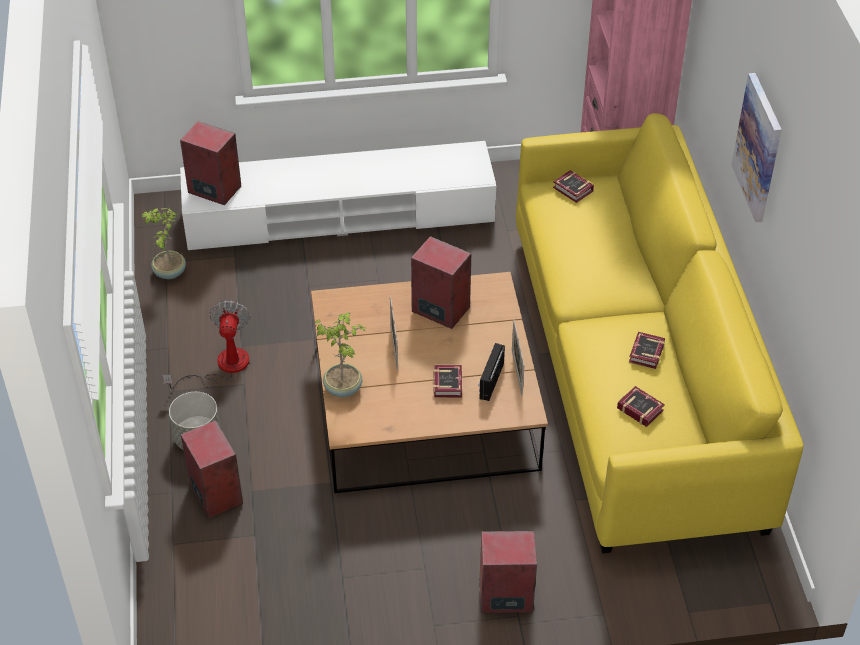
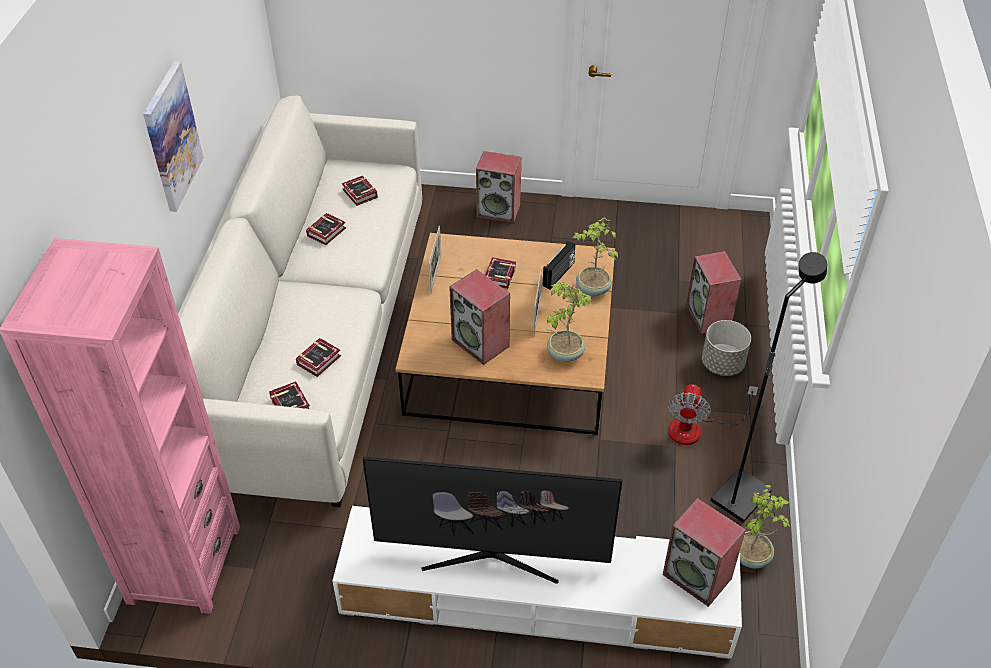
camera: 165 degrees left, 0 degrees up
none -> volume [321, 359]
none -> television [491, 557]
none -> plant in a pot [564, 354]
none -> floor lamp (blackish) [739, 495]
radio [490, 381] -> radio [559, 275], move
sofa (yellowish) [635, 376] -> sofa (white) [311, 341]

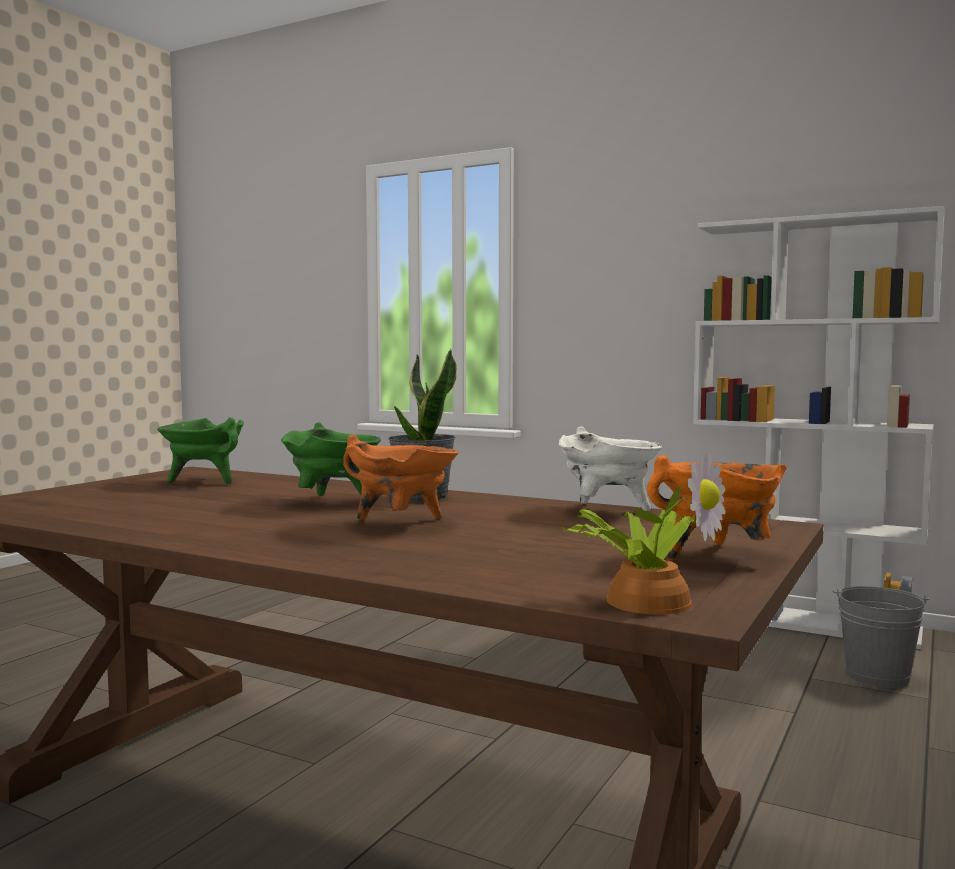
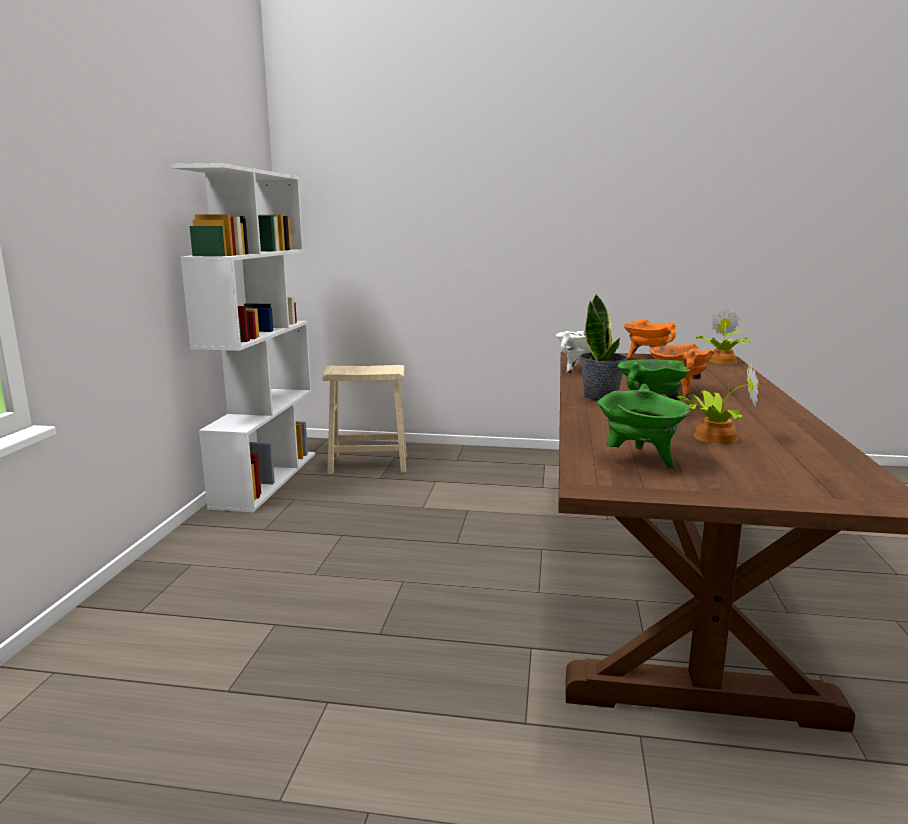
camera: 110 degrees left, 10 degrees up
none -> plant in a pot [712, 437]
bucket (gray) [877, 676] -> stool (beige) [368, 464]

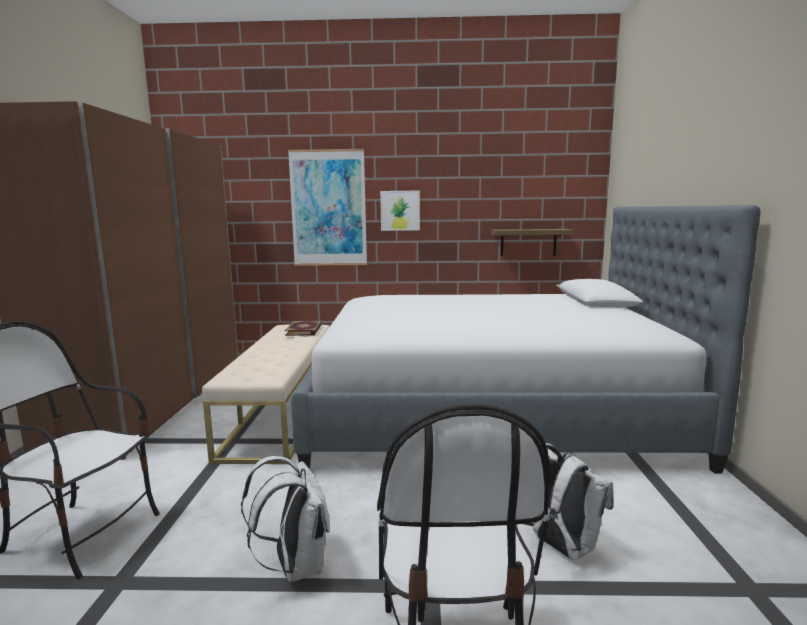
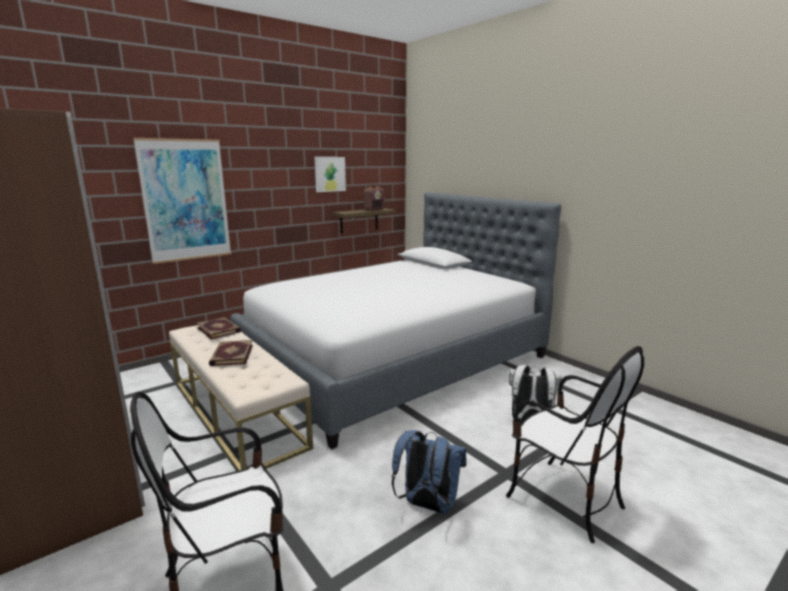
camera: 40 degrees left, 5 degrees up
none -> volume [231, 355]
none -> radio [374, 209]
picture [400, 210] -> picture [330, 174], move
backpack (white) [295, 565] -> backpack (bluish) [427, 505]

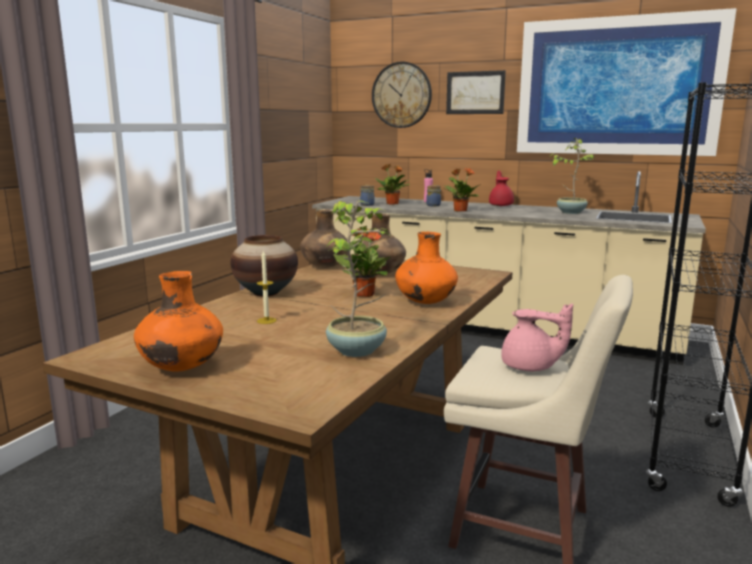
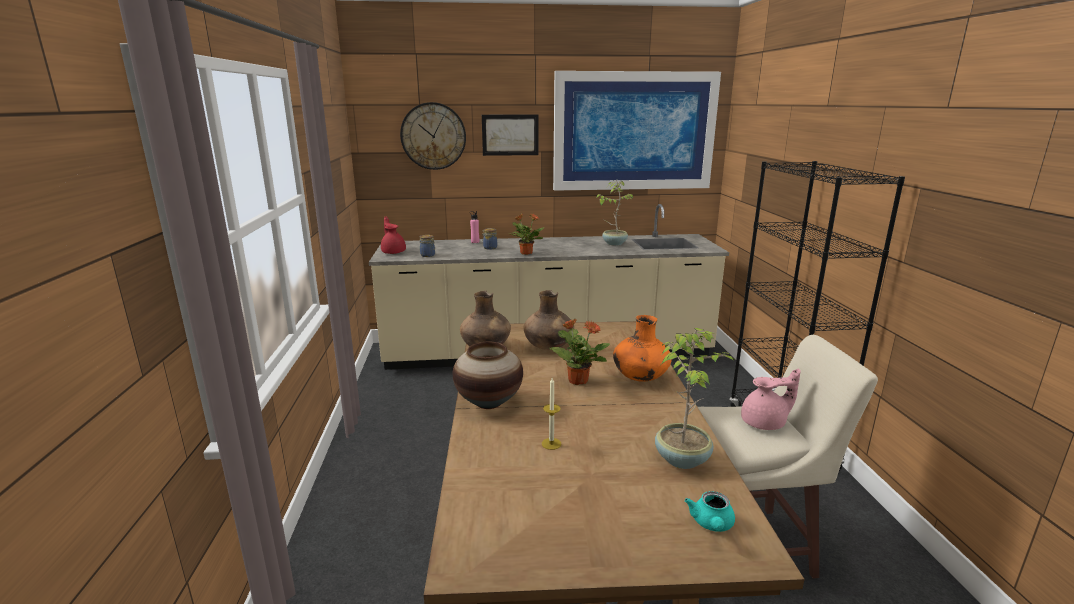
camera: 30 degrees left, 5 degrees up
flower vase (orange-coloured) [182, 368] -> none
plant in a pot [392, 204] -> none
none -> tea pot (turquoise-coloured) [711, 524]
tea pot (red) [501, 205] -> tea pot (red) [393, 252], move

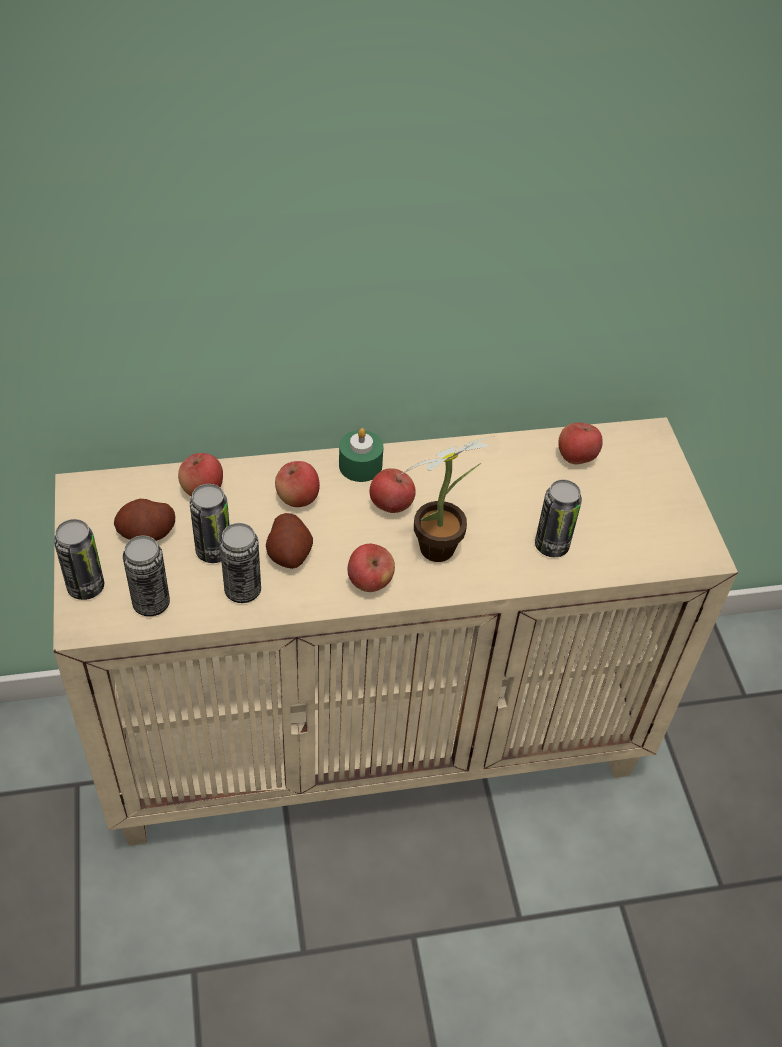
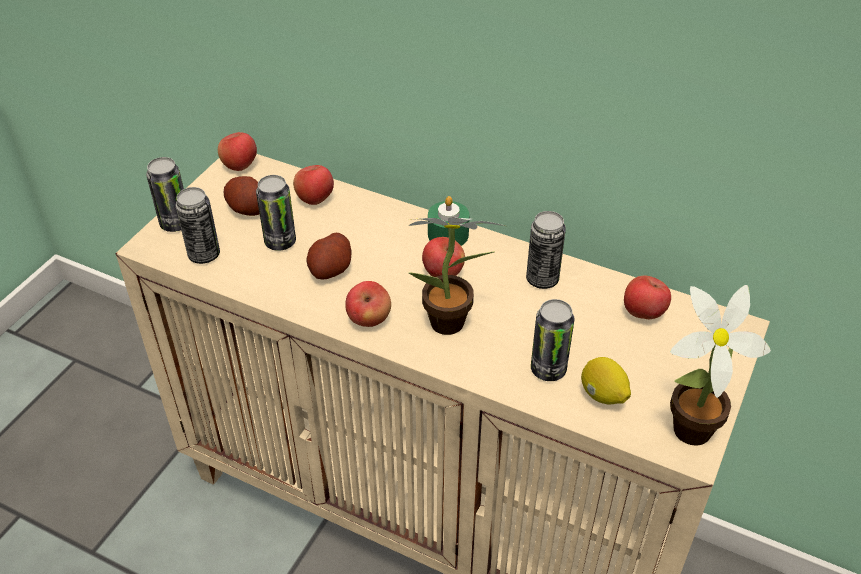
camera: 40 degrees right, 5 degrees down
none -> lemon [602, 395]
none -> plant in a pot [685, 431]
sealed can [242, 590] -> sealed can [542, 279], move
whole apple [297, 498] -> whole apple [240, 165], move

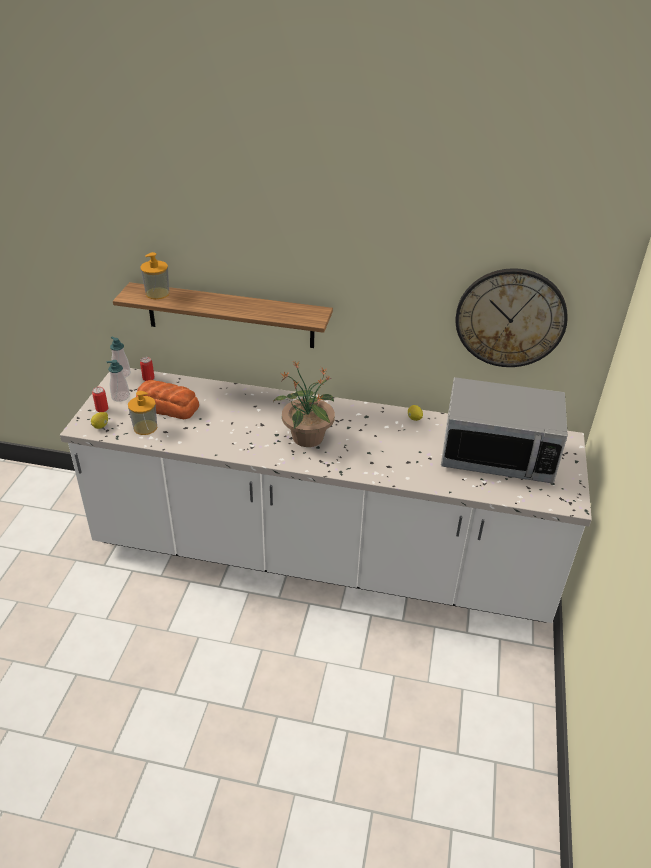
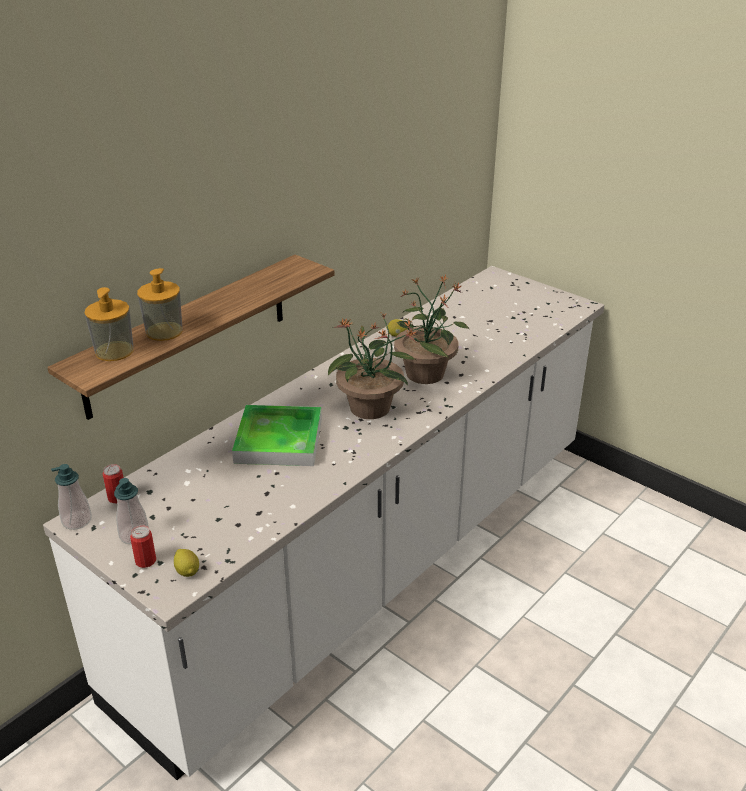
camera: 60 degrees left, 5 degrees down
baked bread [167, 406] -> none
kitchen microwave [497, 454] -> none
hanging clock [510, 318] -> none
none -> carrying tray [279, 440]
none -> plant in a pot [425, 373]
liquid soap bottle [145, 427] -> liquid soap bottle [164, 331], move

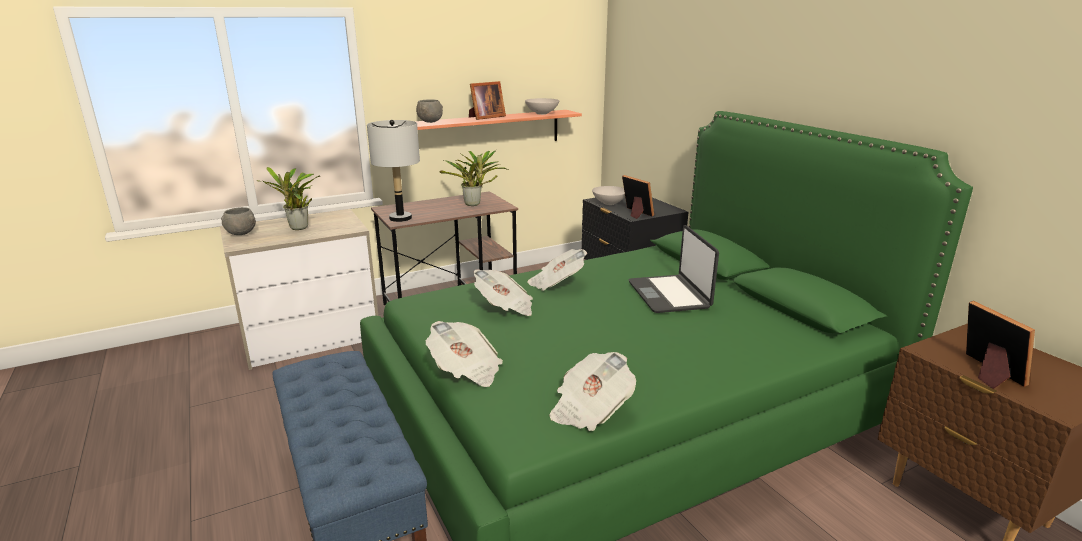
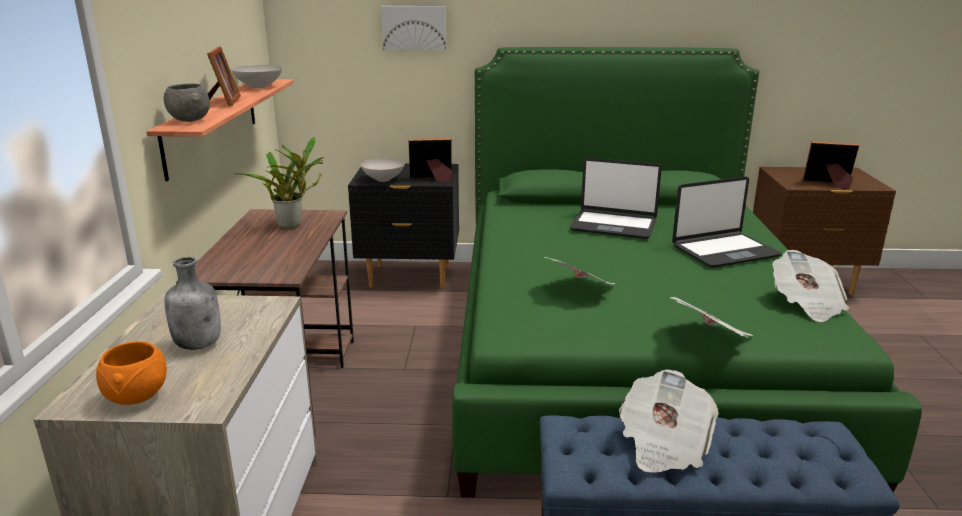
camera: 60 degrees left, 0 degrees up
lamp for a table (gray) [400, 218] -> none
none -> picture [414, 27]
none -> notebook computer [724, 251]
daily paper [556, 283] -> daily paper [663, 444], move
plant in a pot [298, 229] -> bottle (gray) [199, 344]
deep dish (gray) [242, 234] -> deep dish (orange-coloured) [138, 398]

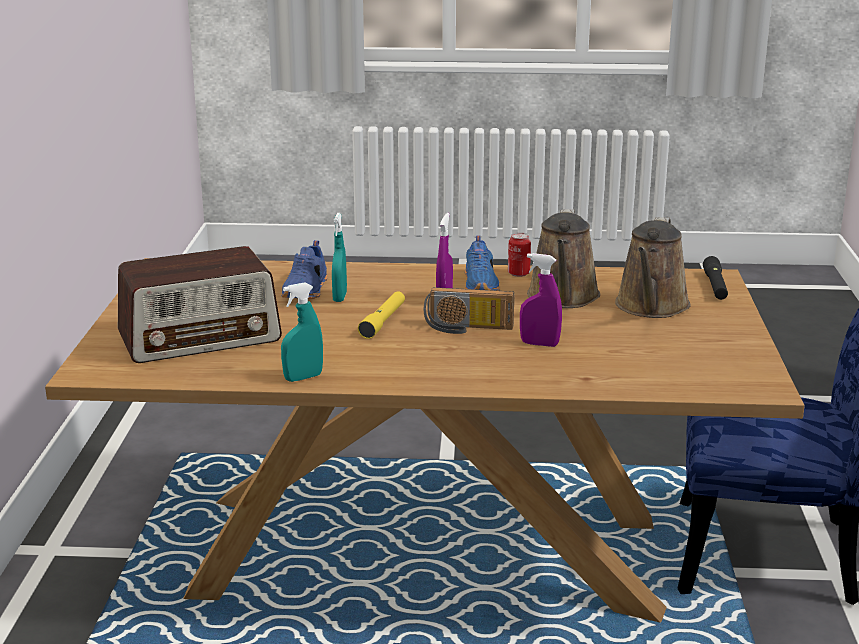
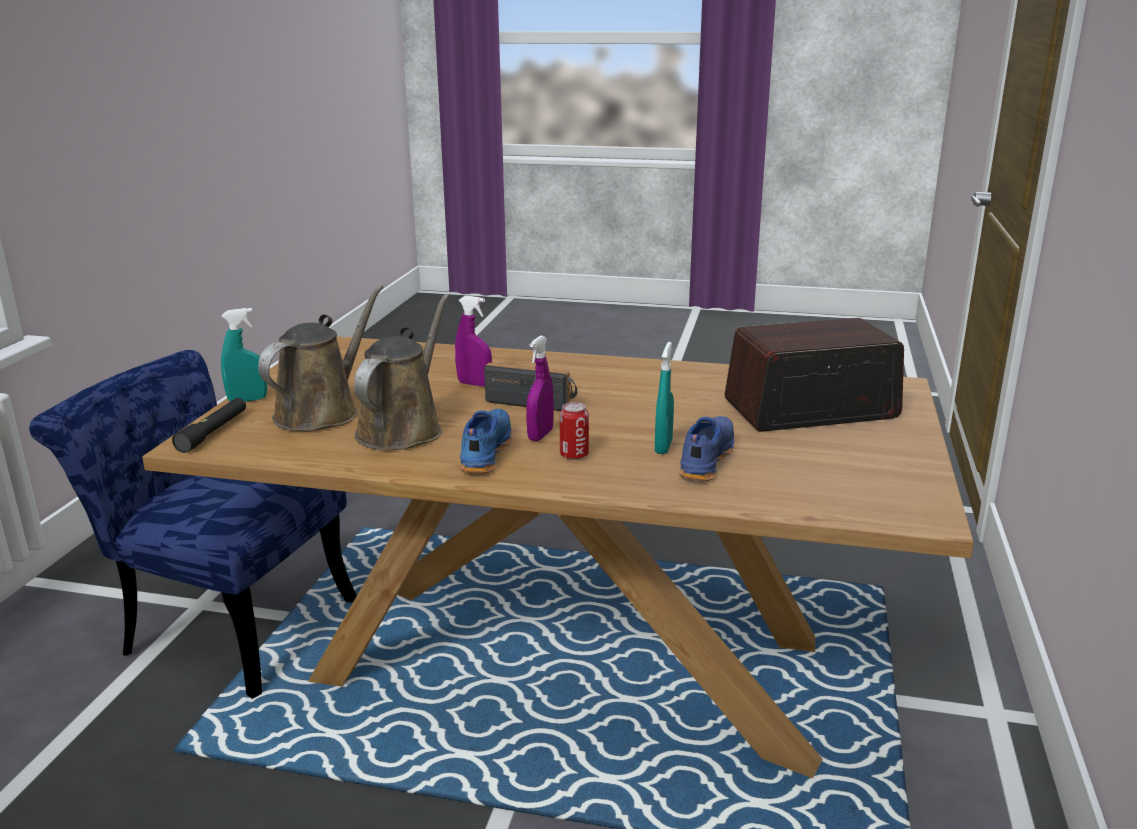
camera: 170 degrees left, 0 degrees up
flashlight (yellowish) [383, 321] -> none
sprayer (turquoise-coloured) [303, 377] -> sprayer (turquoise-coloured) [248, 400], move
sealed can [518, 273] -> sealed can [574, 455], move

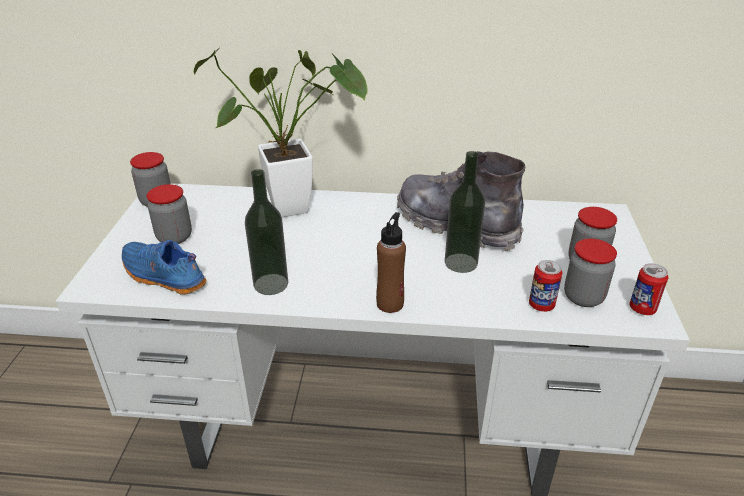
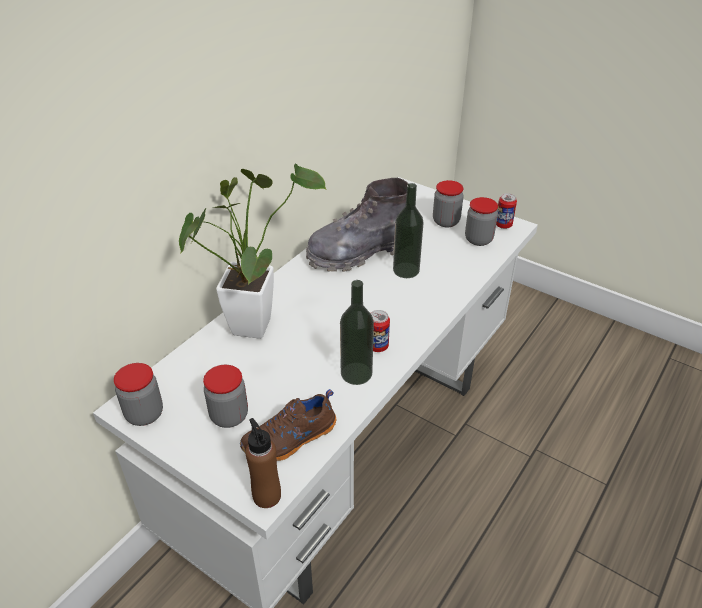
camera: 60 degrees left, 5 degrees up
bottle (brown-coloured) [390, 303] -> bottle (brown-coloured) [267, 495], move
sealed can [541, 305] -> sealed can [377, 346], move
low shoe (bluish) [162, 277] -> low shoe (brown-coloured) [291, 439]

